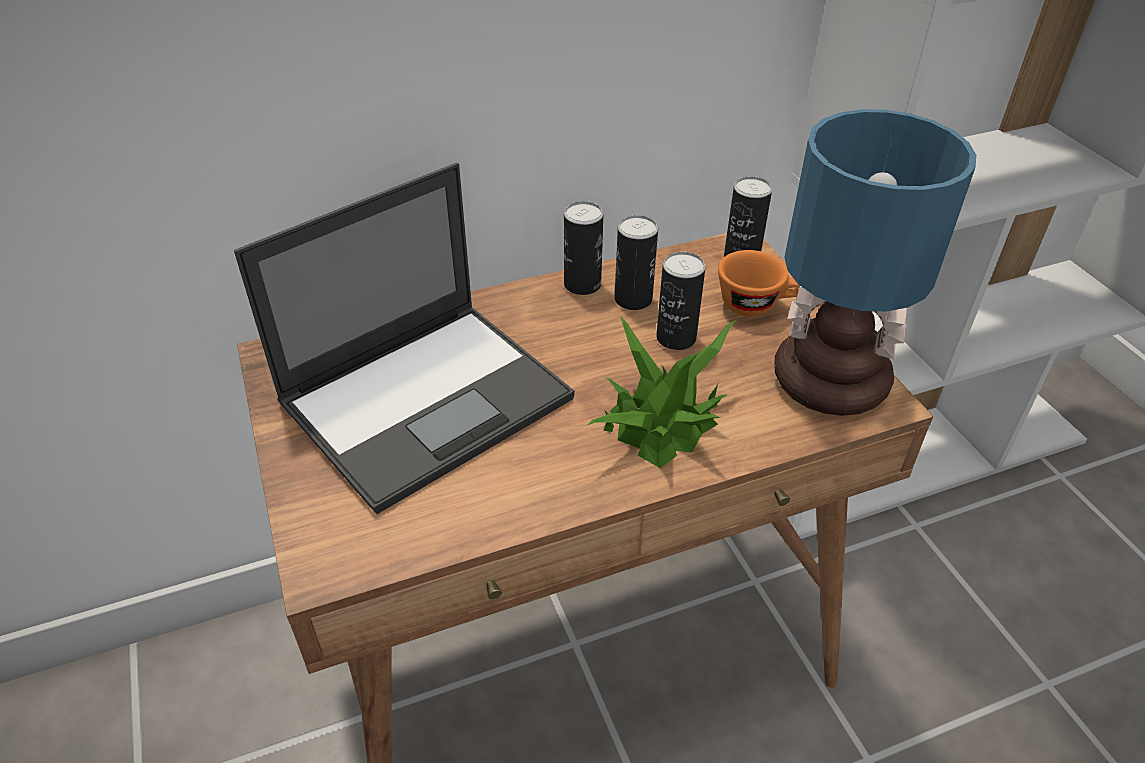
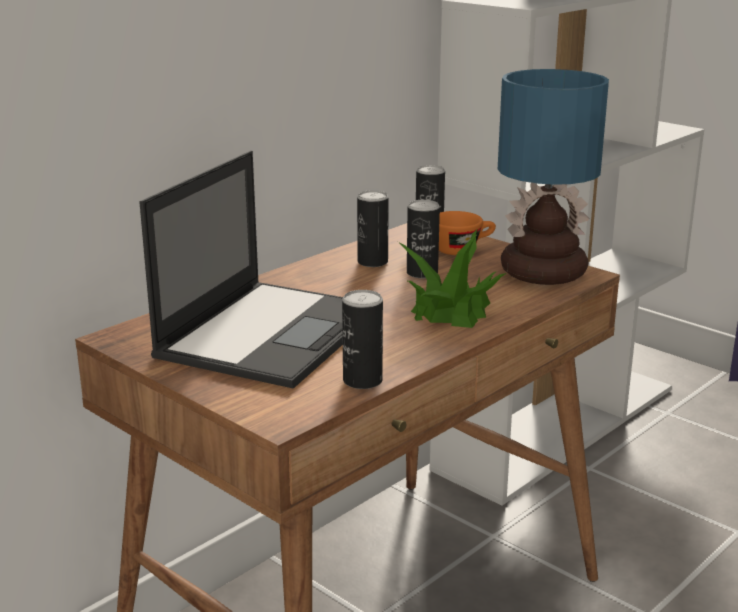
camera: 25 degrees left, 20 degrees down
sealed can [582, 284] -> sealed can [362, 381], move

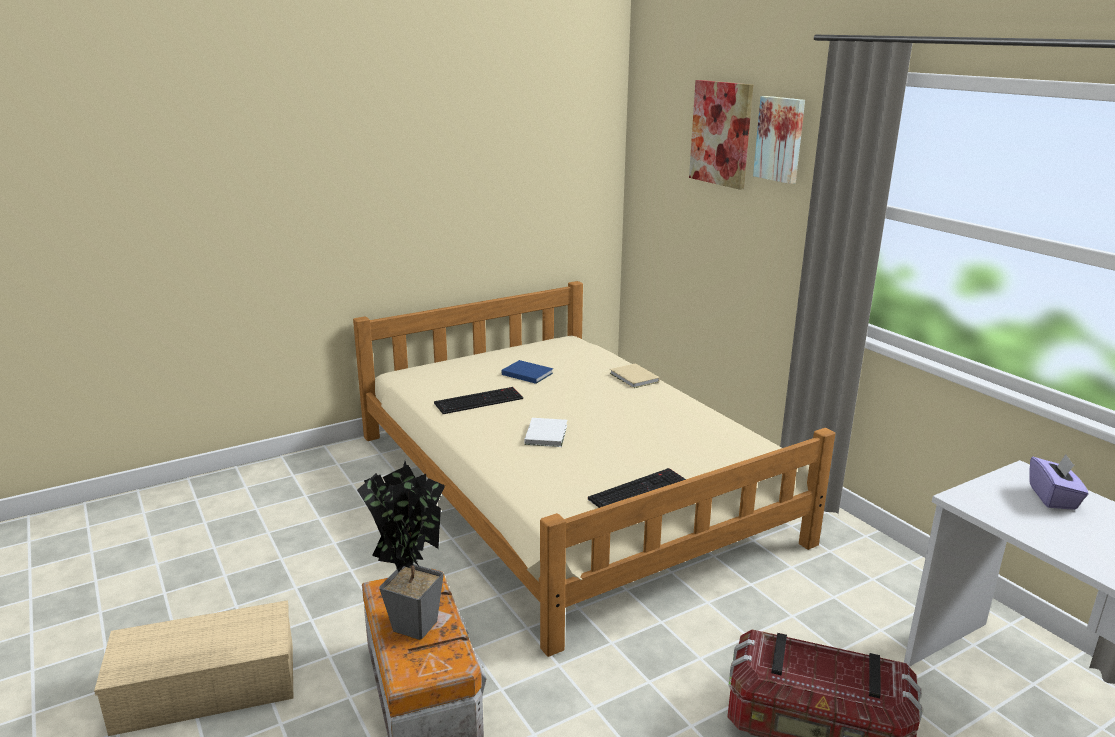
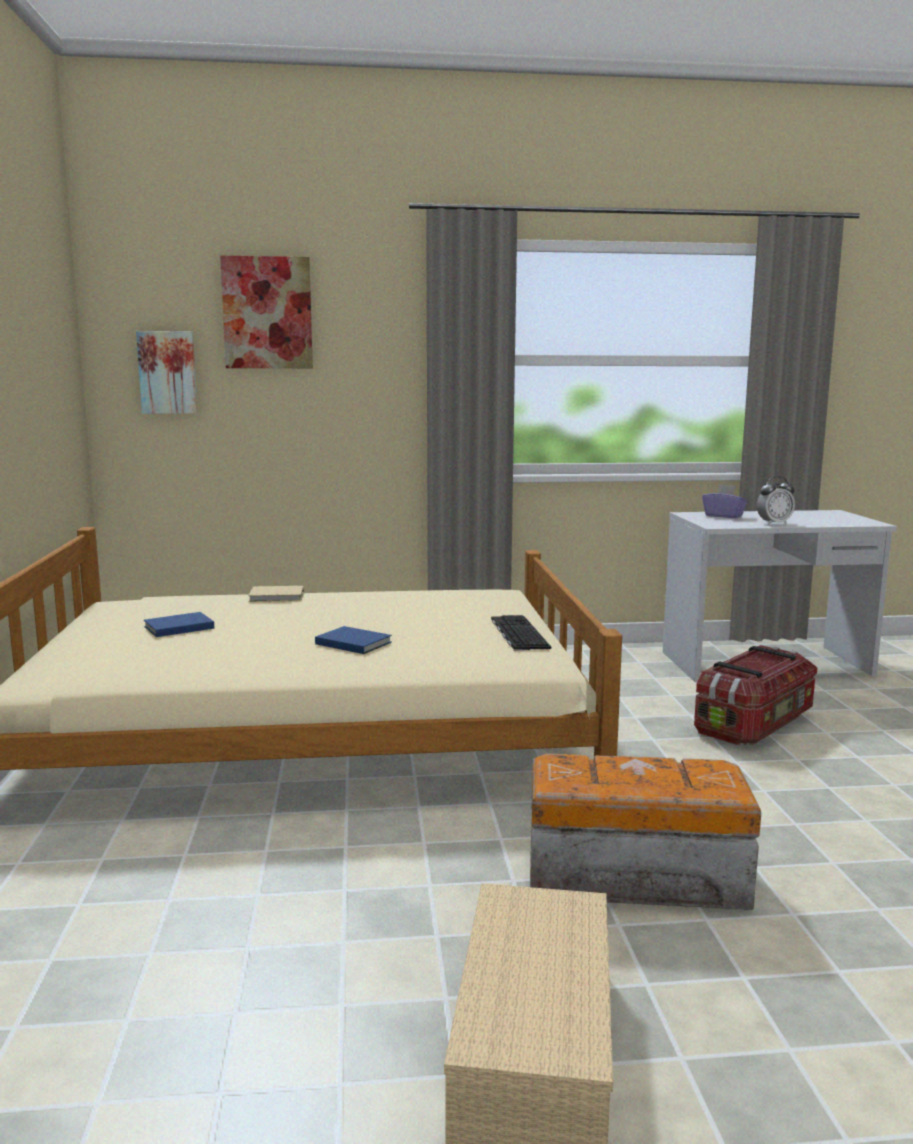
camera: 65 degrees left, 10 degrees down
plant in a pot [411, 621] -> none
computer keyboard [479, 400] -> none
none -> bedside clock [774, 523]
picture [780, 139] -> picture [168, 372], move
volume (white) [547, 434] -> volume (bluish) [352, 642]

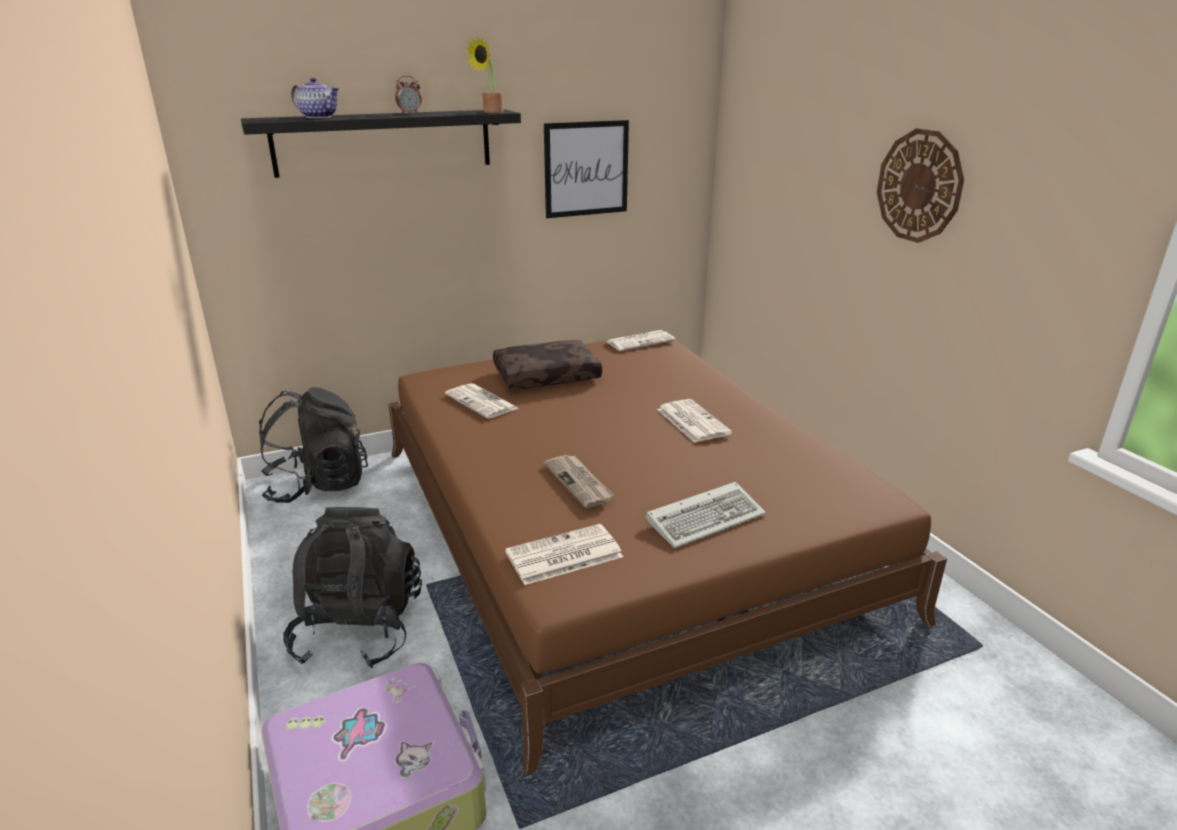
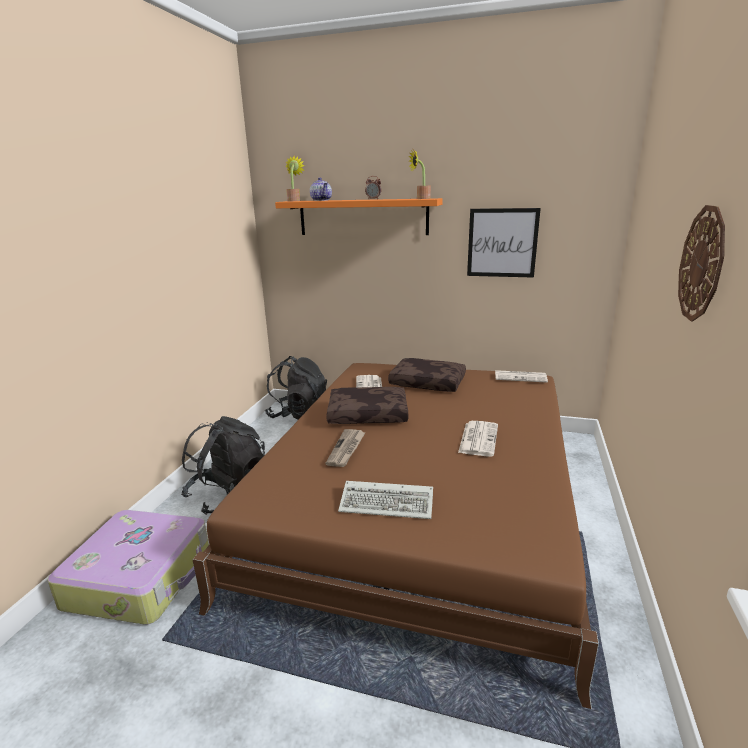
camera: 40 degrees right, 5 degrees down
daily paper [563, 556] -> none
none -> plant in a pot [294, 201]
none -> cushion (brown-coloured) [368, 414]
wall shelf (blackish) [384, 142] -> wall shelf (orange-coloured) [362, 217]

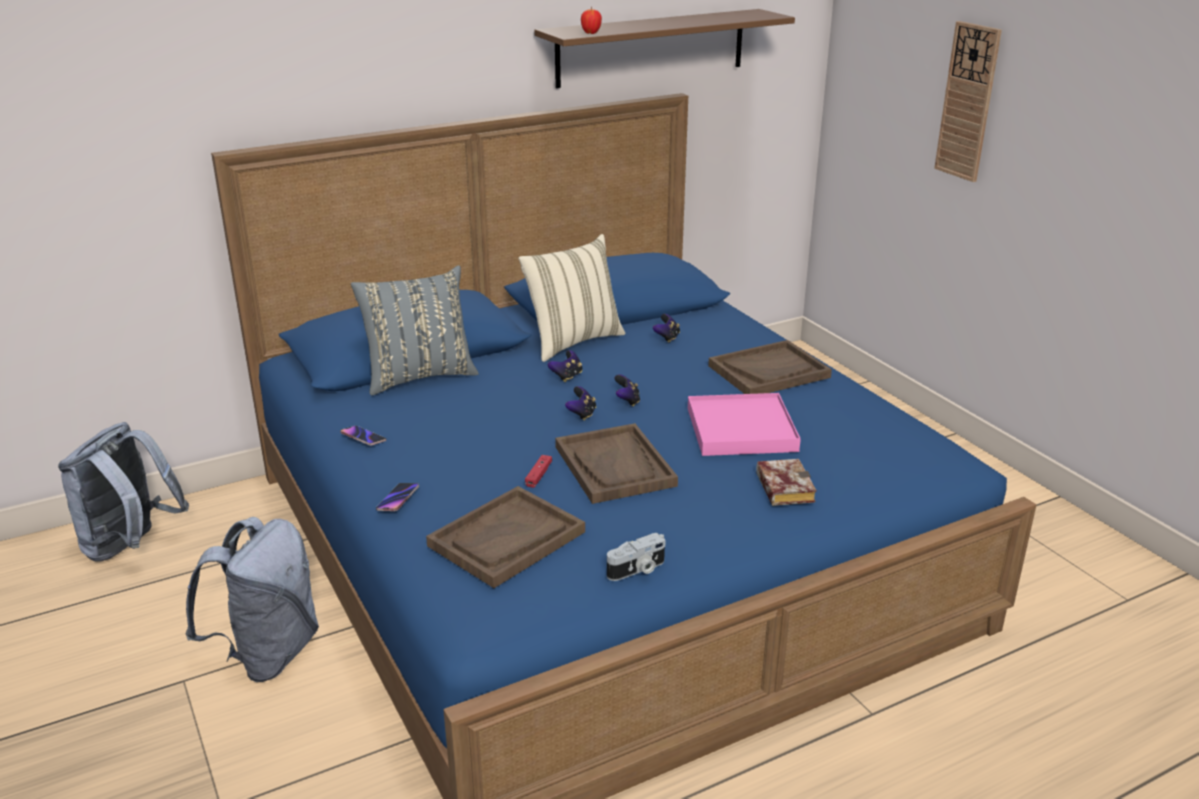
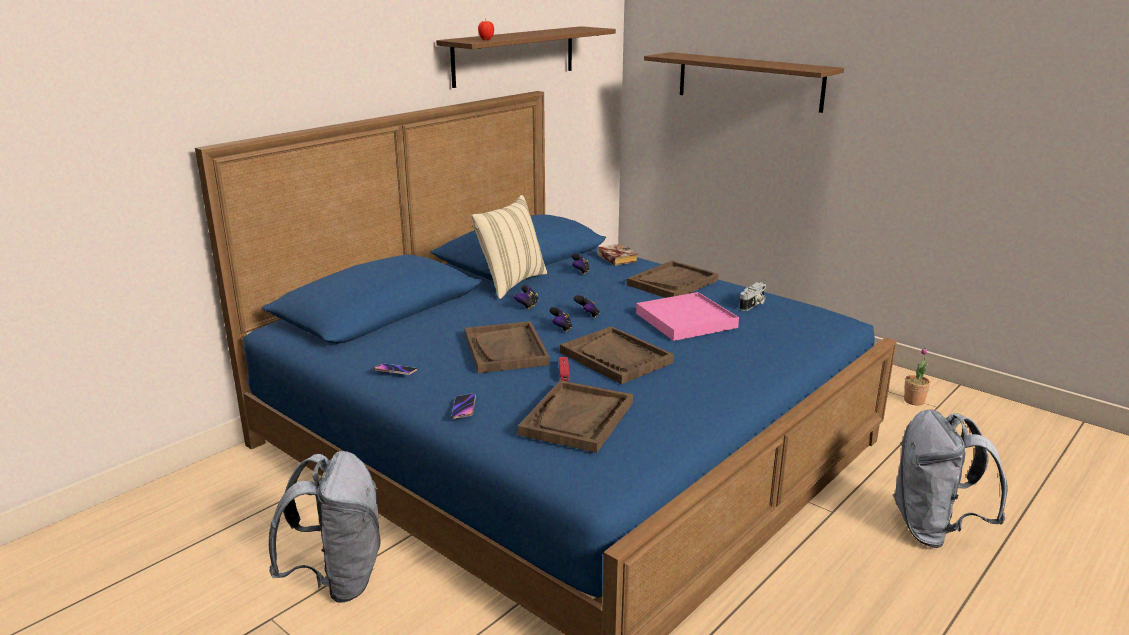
camera: 20 degrees left, 5 degrees down
cushion (gray) [419, 376] -> none
none -> carrying tray (brown-coloured) [506, 350]
none -> plant in a pot [914, 401]
backpack (gray) [131, 547] -> backpack (gray) [934, 529], move
photo camera [637, 570] -> photo camera [753, 305], move
volume [782, 487] -> volume [615, 258], move
hanging clock [968, 102] -> wall shelf (brown-coloured) [749, 81]

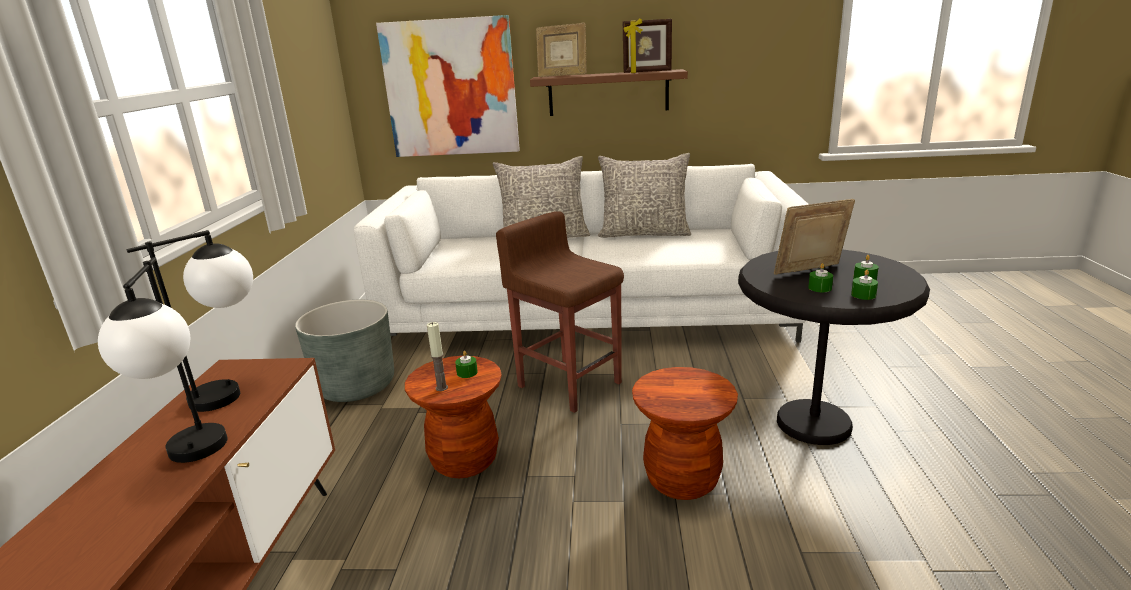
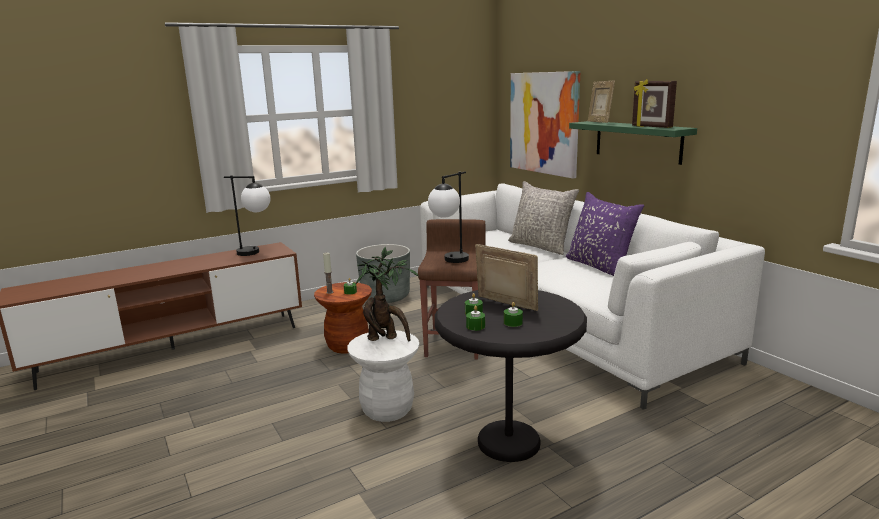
camera: 55 degrees right, 5 degrees down
none -> plant in a pot [386, 339]
lamp for a table [193, 459] -> lamp for a table [450, 261], move
wall shelf (brown-coloured) [608, 93] -> wall shelf (greenish) [637, 141]
cushion (gray) [644, 233] -> cushion (purple-coloured) [600, 266]
stool (brown-coloured) [682, 479] -> stool (white) [387, 410]

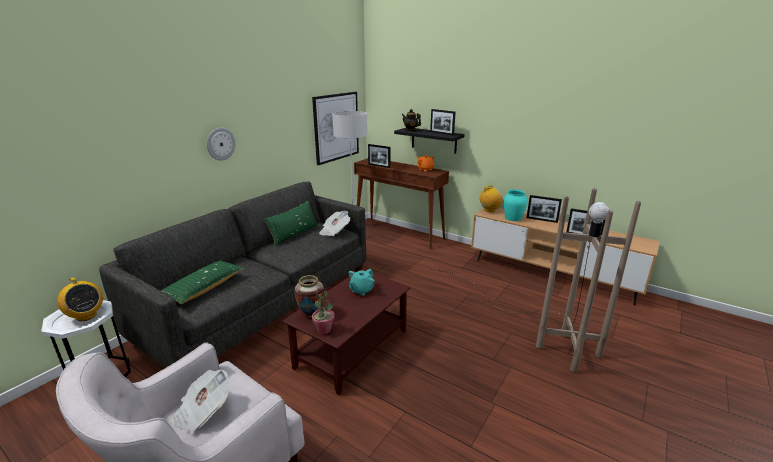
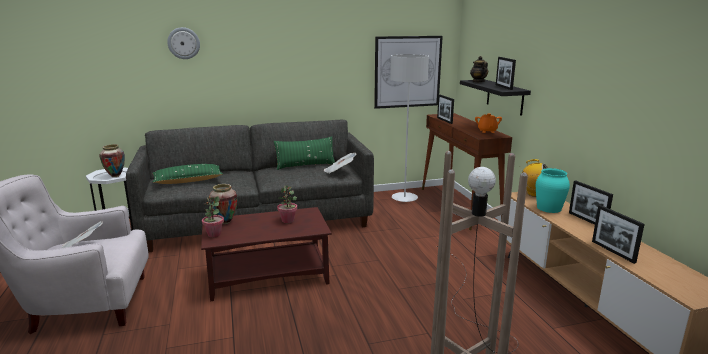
camera: 40 degrees right, 5 degrees down
hanging clock [220, 144] -> hanging clock [183, 43], move
radio [86, 316] -> flower vase [115, 176]
tea pot (turquoise-coloured) [361, 290] -> plant in a pot [288, 220]

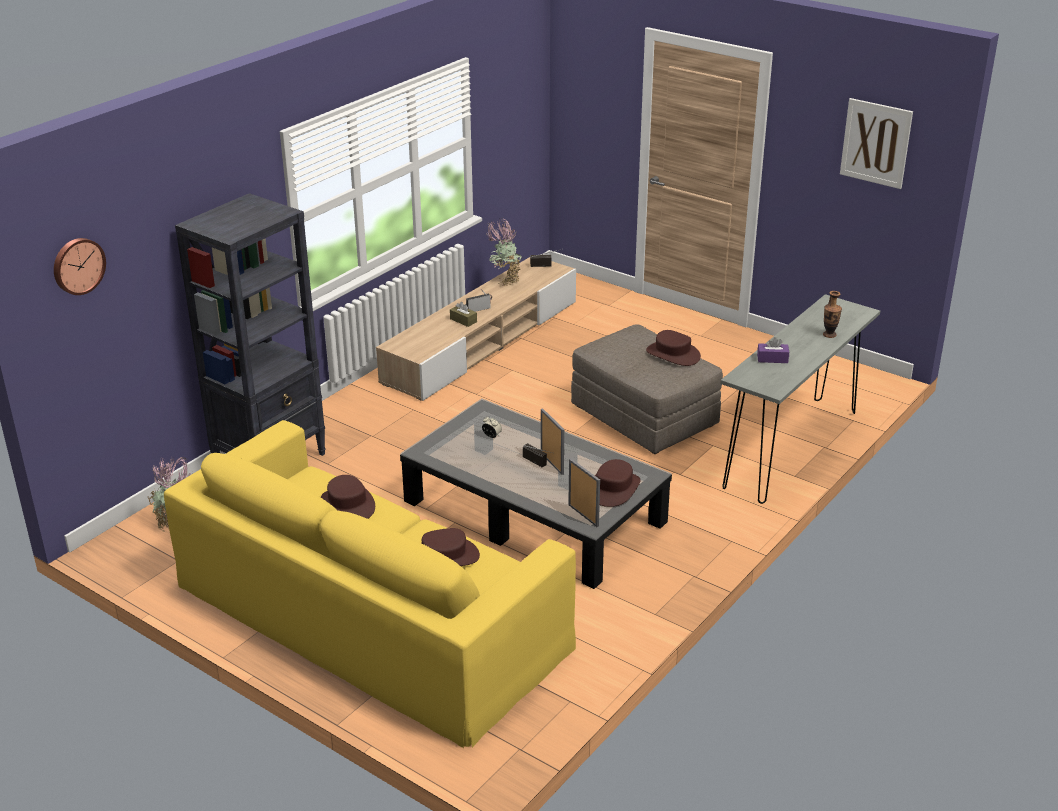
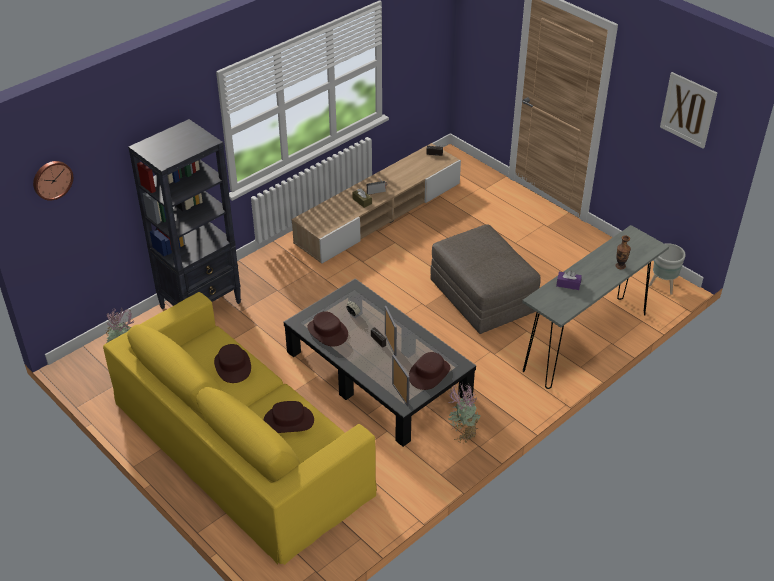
camera: 10 degrees right, 10 degrees up
none -> planter (gray) [663, 286]
plant in a pot [505, 281] -> plant in a pot [463, 433], move
wearable hat (brown-coloured) [672, 354] -> wearable hat (brown-coloured) [327, 332], move

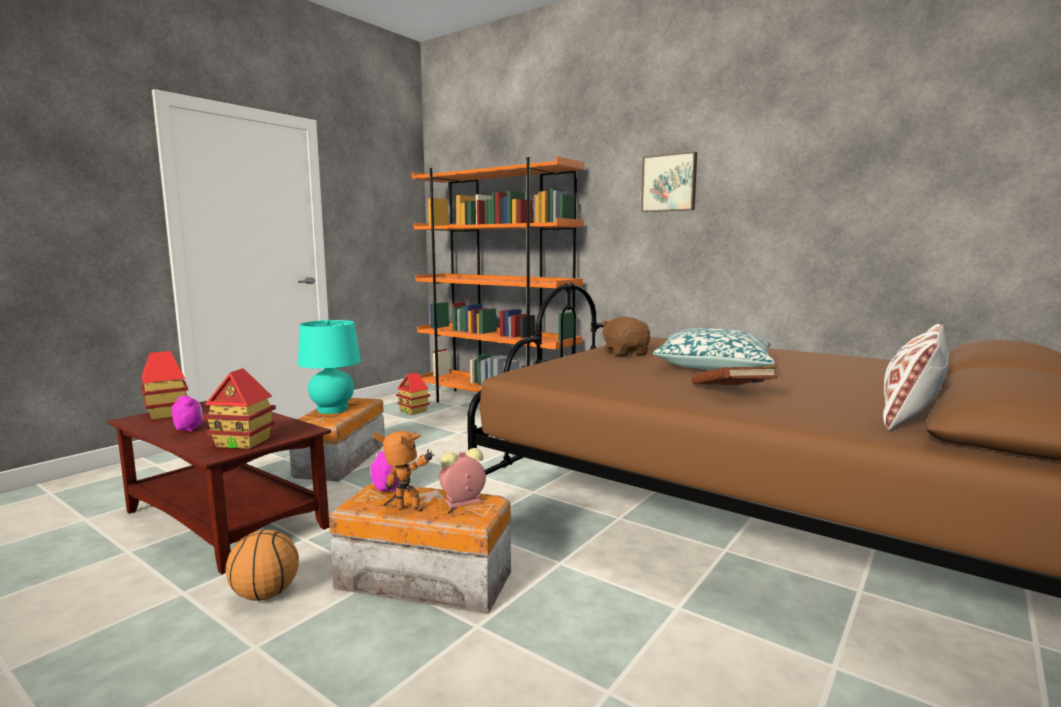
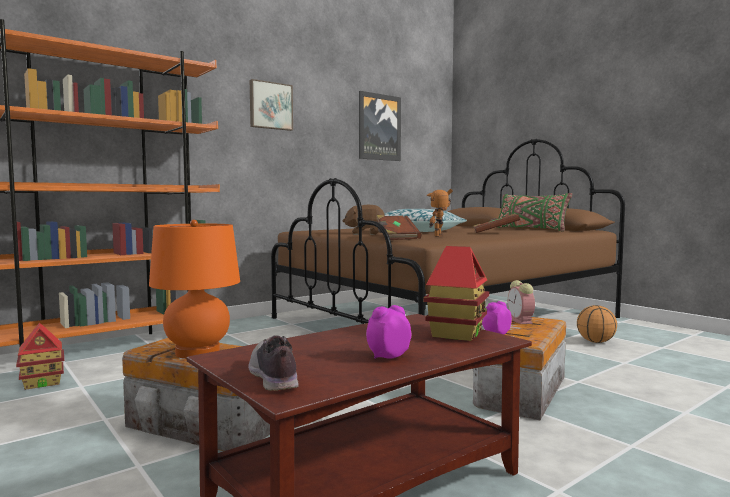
camera: 75 degrees left, 5 degrees down
none -> picture [379, 127]
none -> volume (brown-coloured) [396, 238]
basketball [266, 595] -> basketball [596, 342], move
model robot [408, 511] -> model robot [440, 236], move
model house [167, 413] -> low shoe [272, 376]
lamp for a table (turquoise-coloured) [332, 409] -> lamp for a table (orange-coloured) [197, 352]
cushion (white) [911, 411] -> cushion (greenish) [531, 229]

